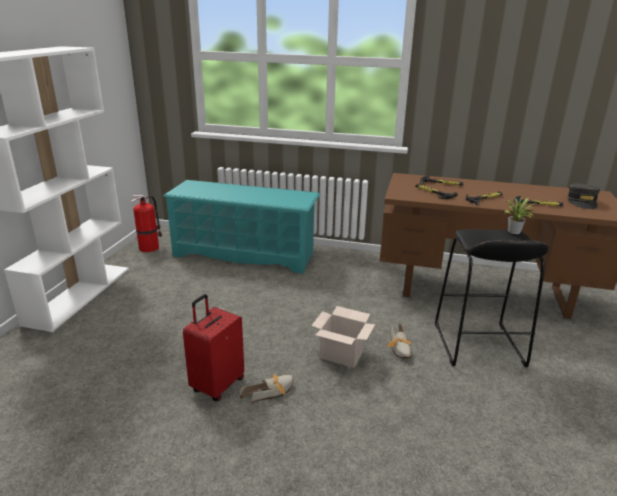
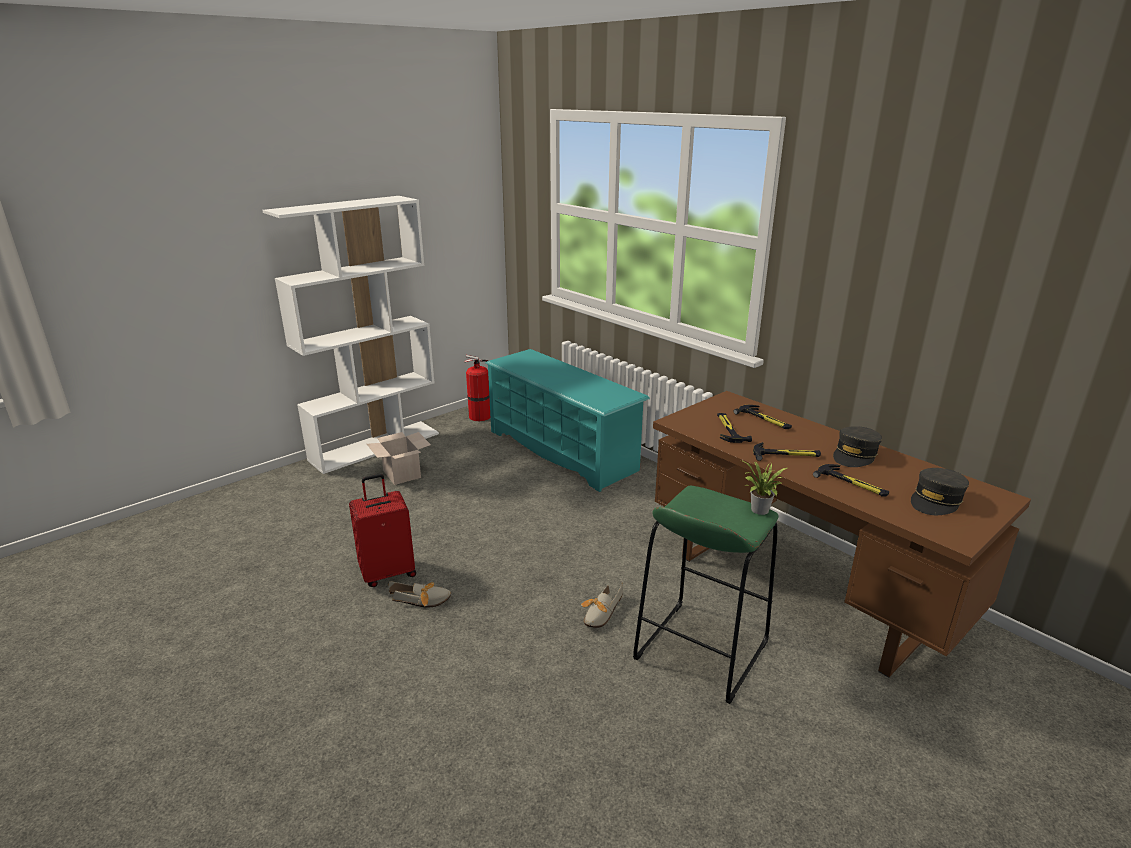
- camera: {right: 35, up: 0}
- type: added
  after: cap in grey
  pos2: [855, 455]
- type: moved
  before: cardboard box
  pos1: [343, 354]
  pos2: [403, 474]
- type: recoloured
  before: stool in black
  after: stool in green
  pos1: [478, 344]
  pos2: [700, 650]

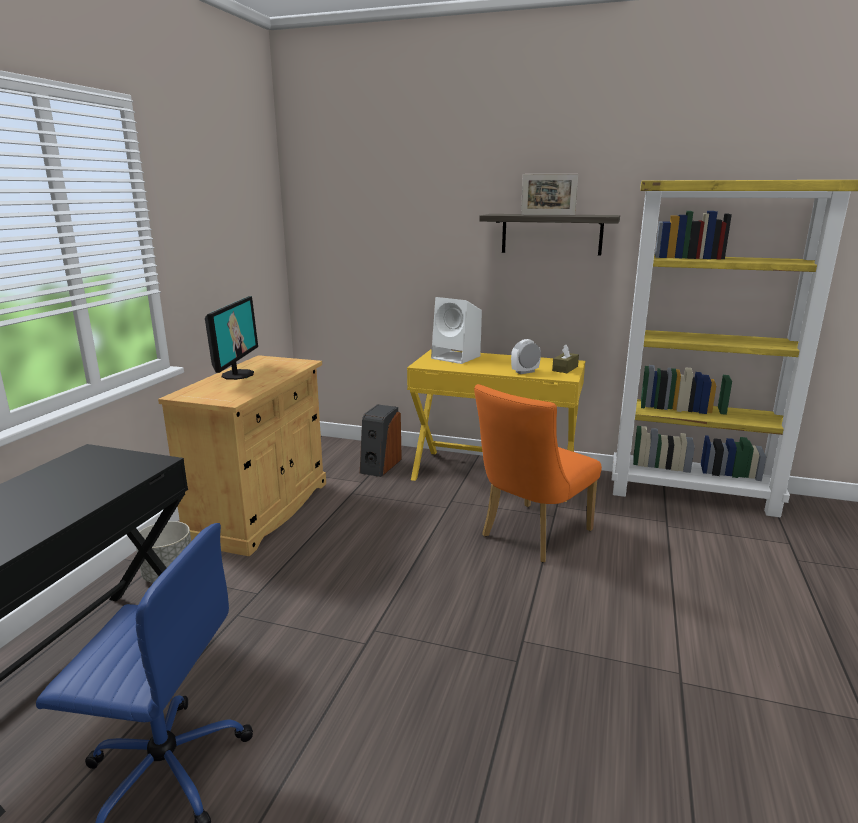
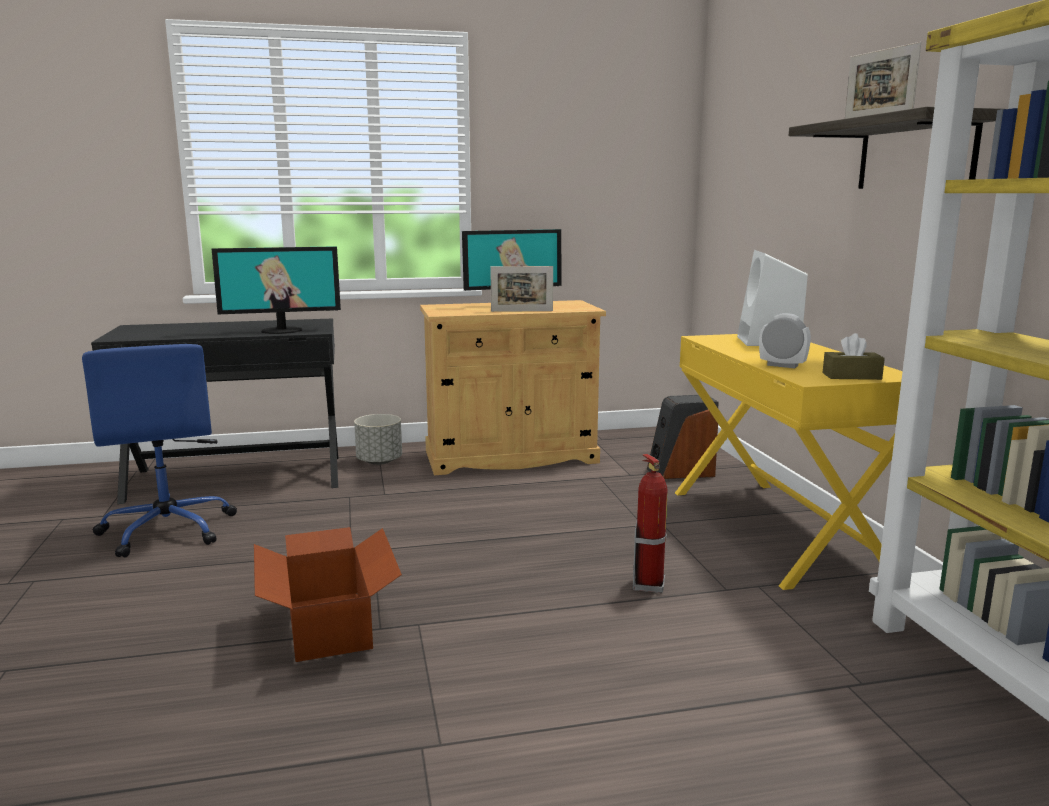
- camera: {right: 60, up: -5}
- type: added
  after: monitor
  pos2: [282, 330]
- type: added
  after: cardboard box
  pos2: [330, 625]
- type: added
  after: picture frame
  pos2: [522, 311]
- type: replaced
  before: chair in orange
  after: fire extinguisher
  pos1: [531, 536]
  pos2: [649, 585]

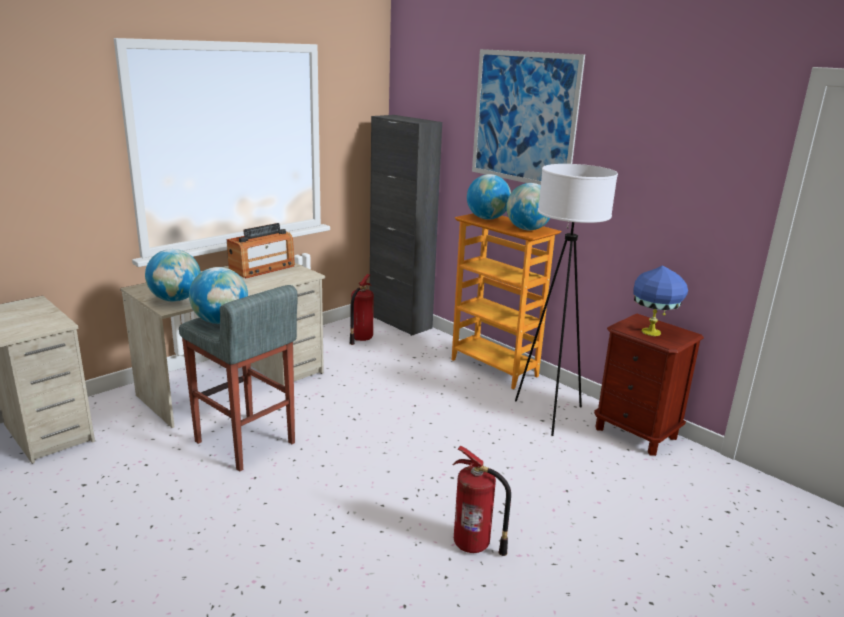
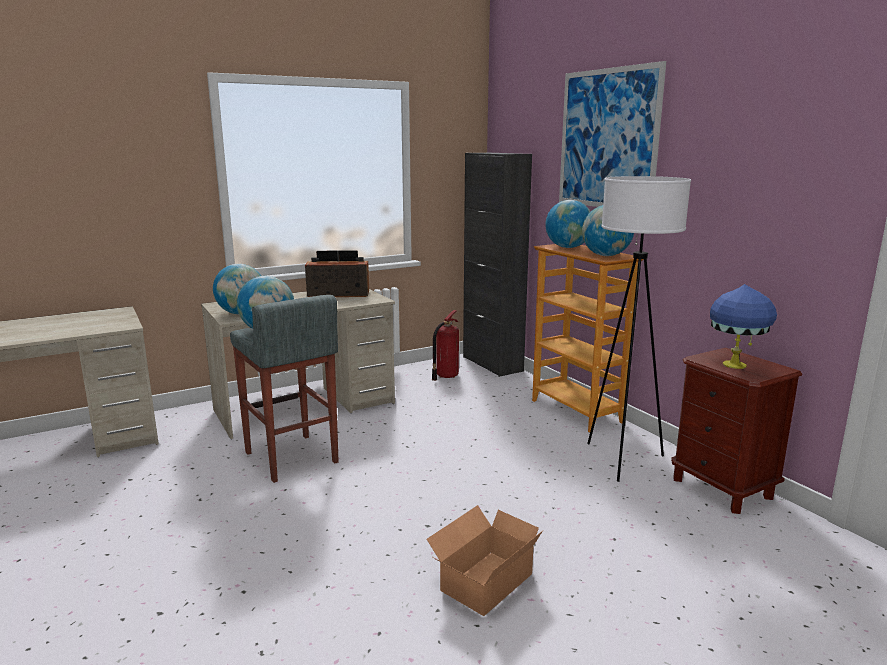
- camera: {right: 15, up: -5}
- type: replaced
  before: fire extinguisher
  after: cardboard box
  pos1: [474, 545]
  pos2: [482, 582]
- type: turned
  before: radio
  pos1: [262, 268]
  pos2: [338, 294]
  turn: -150

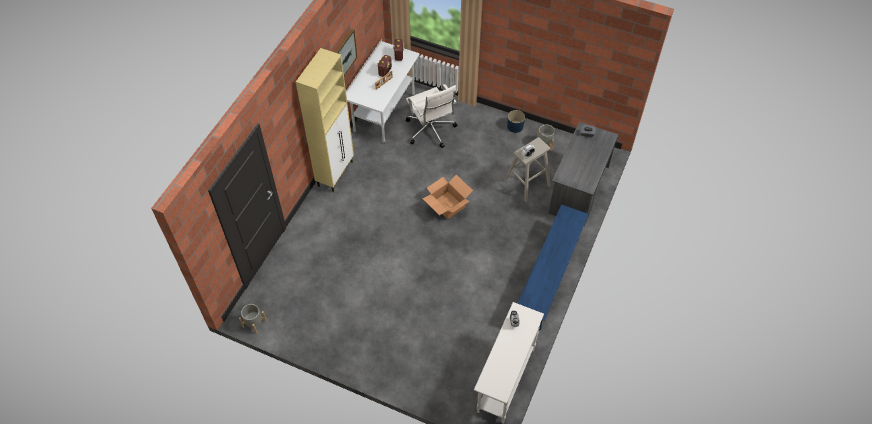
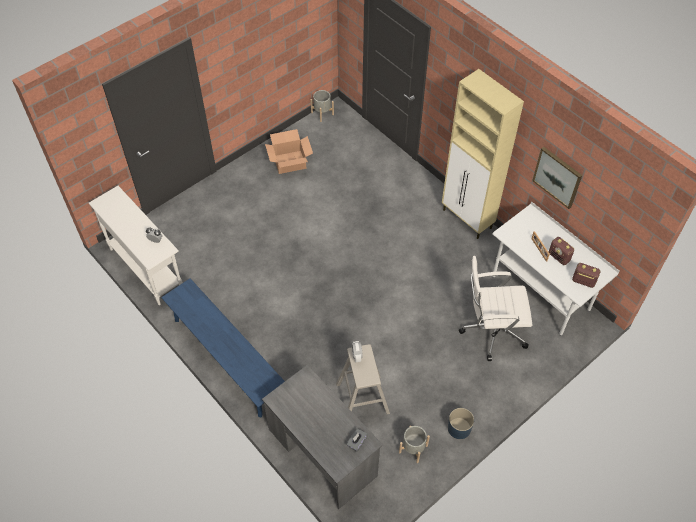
- camera: {right: 115, up: 0}
- type: moved
  before: cardboard box
  pos1: [447, 205]
  pos2: [289, 162]

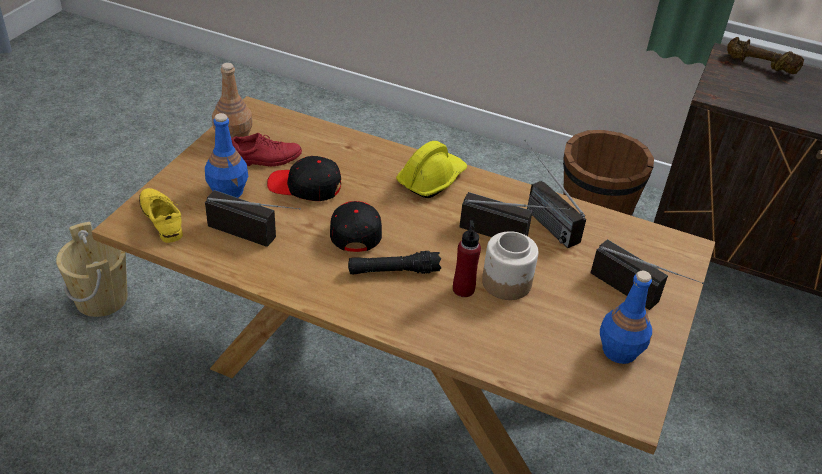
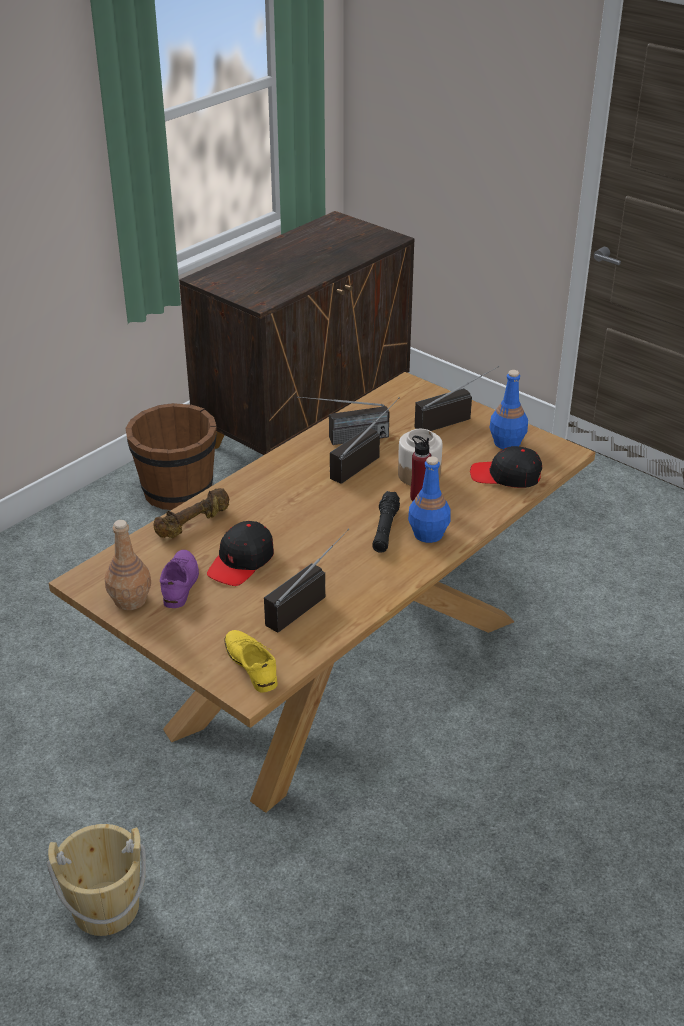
- camera: {right: -70, up: -5}
- type: removed
  before: hard hat in yellow
  pos1: [431, 179]
- type: moved
  before: bottle in blue
  pos1: [228, 191]
  pos2: [428, 534]
- type: moved
  before: cap in black
  pos1: [355, 229]
  pos2: [506, 476]
- type: moved
  before: dumbbell in brown
  pos1: [760, 66]
  pos2: [193, 524]
- type: recoloured
  before: shoe in red
  after: shoe in purple
  pos1: [264, 158]
  pos2: [180, 583]
- type: turned
  before: shoe in yellow
  pos1: [161, 218]
  pos2: [251, 664]
  turn: 75

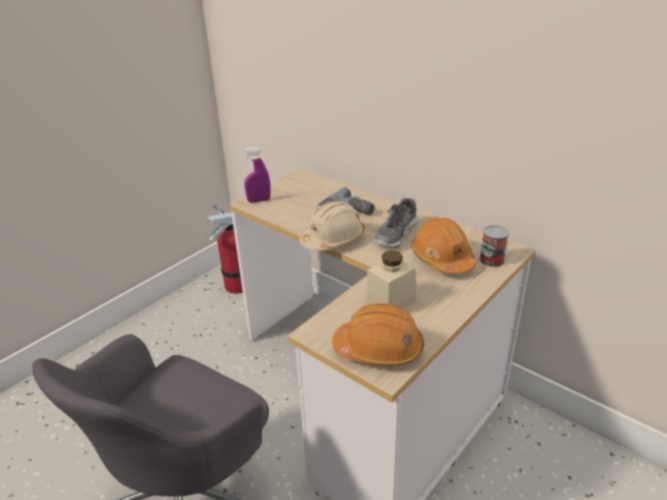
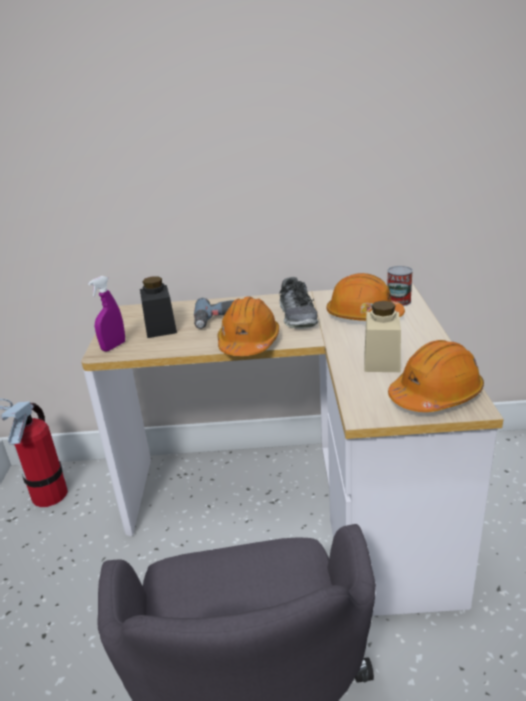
- camera: {right: -40, up: -5}
- type: added
  after: jar in black
  pos2: [160, 328]
- type: recoloured
  before: hard hat in beige
  after: hard hat in orange
  pos1: [333, 239]
  pos2: [248, 343]

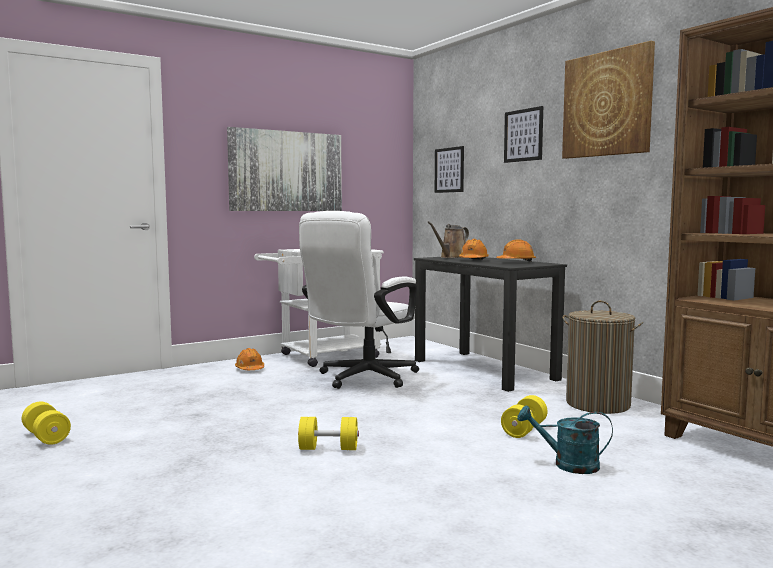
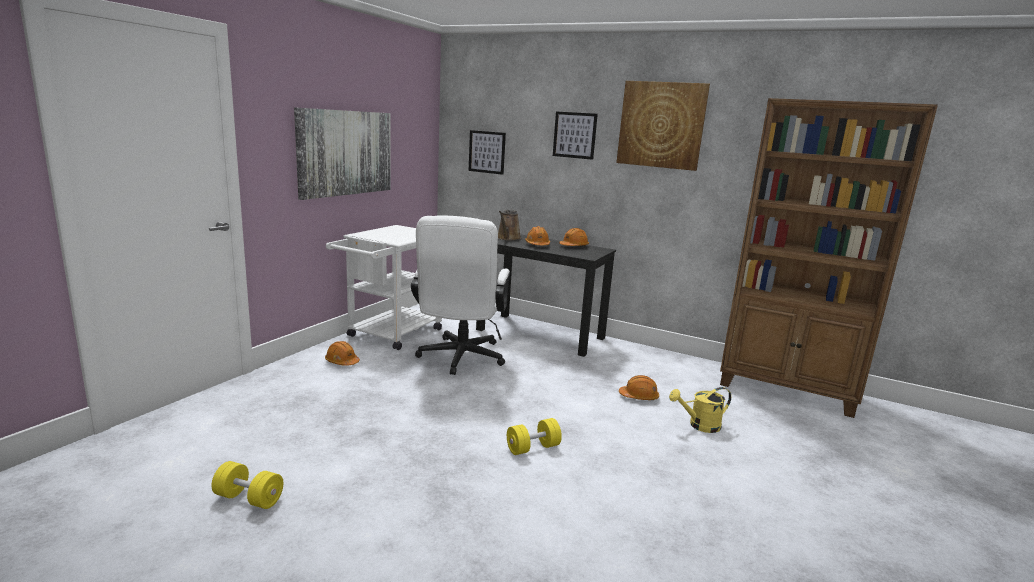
- camera: {right: -30, up: 10}
- type: removed
  before: laundry basket
  pos1: [598, 404]
- type: replaced
  before: dumbbell in yellow
  after: hard hat in orange
  pos1: [524, 430]
  pos2: [639, 397]
- type: recoloured
  before: watering can in turquoise
  after: watering can in yellow
  pos1: [567, 465]
  pos2: [699, 426]

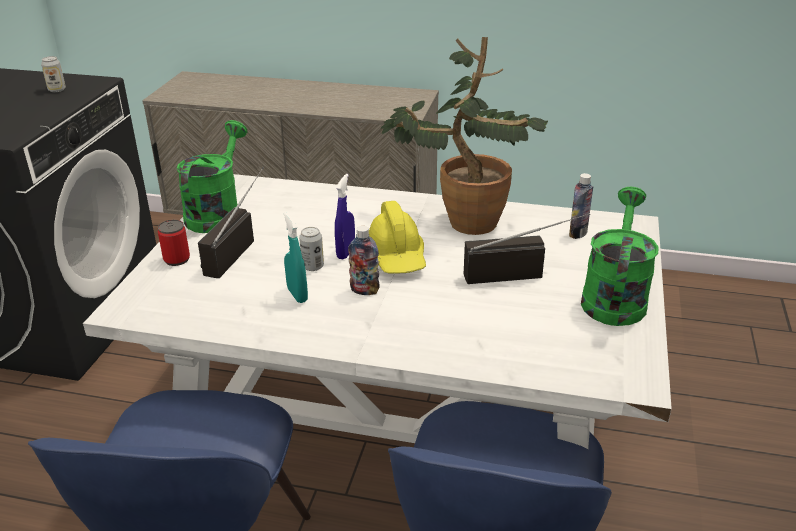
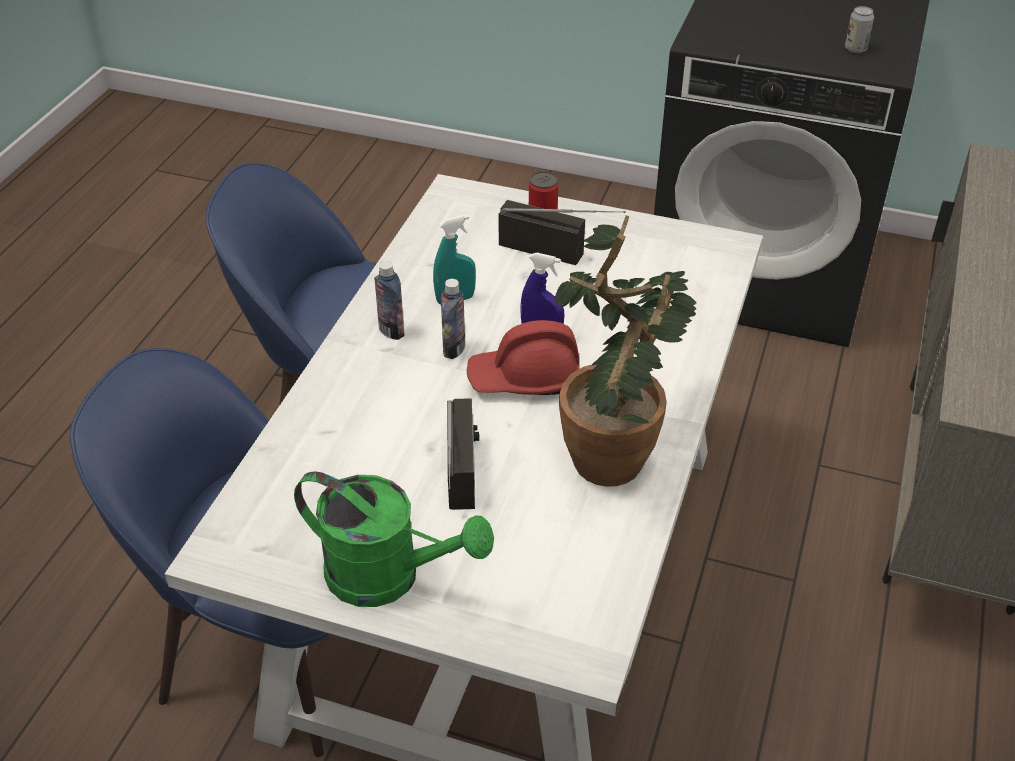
- camera: {right: 95, up: 10}
- type: removed
  before: watering can in green
  pos1: [217, 212]
- type: removed
  before: can
  pos1: [313, 266]
- type: moved
  before: bottle
  pos1: [578, 233]
  pos2: [391, 331]
- type: recoloured
  before: hard hat in yellow
  after: hard hat in red
  pos1: [396, 257]
  pos2: [525, 378]

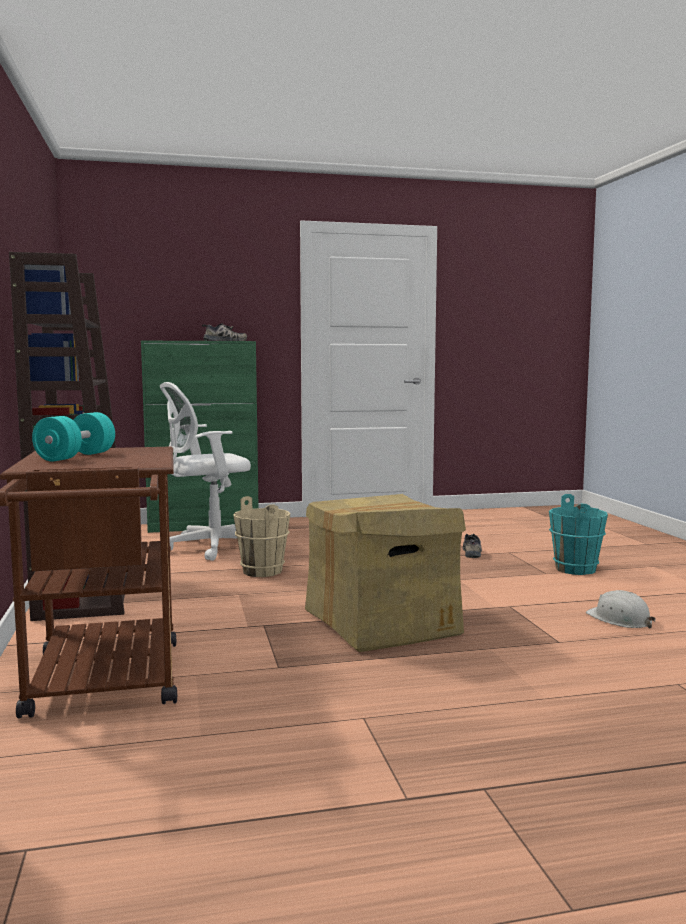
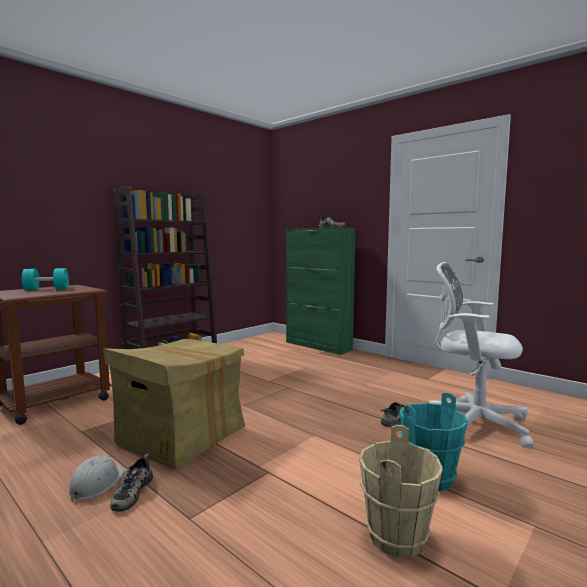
- camera: {right: 55, up: 0}
- type: added
  after: shoe
  pos2: [131, 492]
- type: moved
  before: office chair in white
  pos1: [210, 548]
  pos2: [472, 422]
- type: moved
  before: bucket in beige
  pos1: [263, 571]
  pos2: [397, 537]
- type: moved
  before: hard hat in white
  pos1: [619, 619]
  pos2: [96, 483]

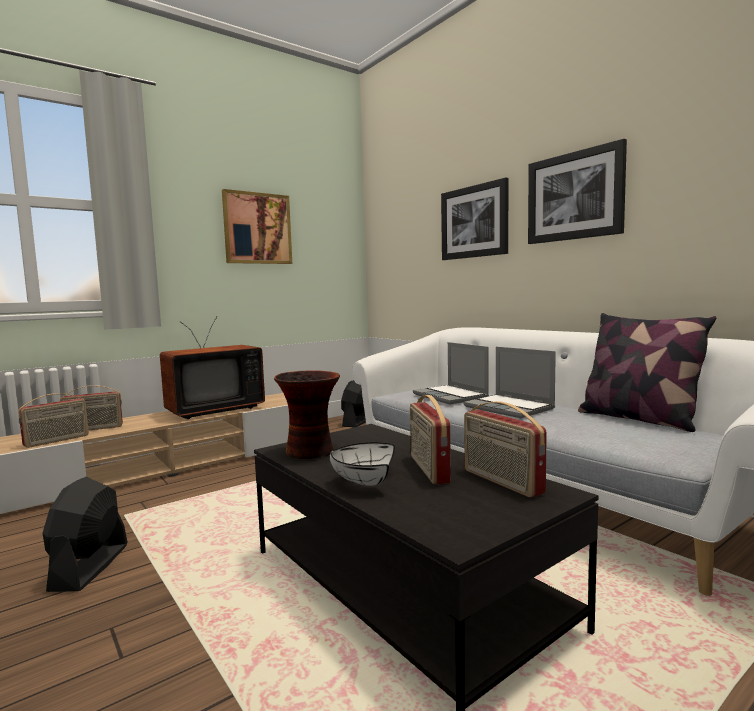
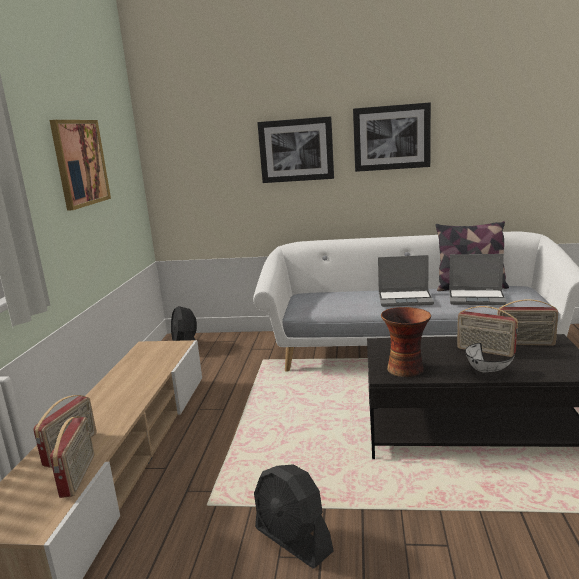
- camera: {right: -45, up: 10}
- type: removed
  before: television
  pos1: [212, 410]
- type: moved
  before: laptop
  pos1: [451, 396]
  pos2: [477, 298]

